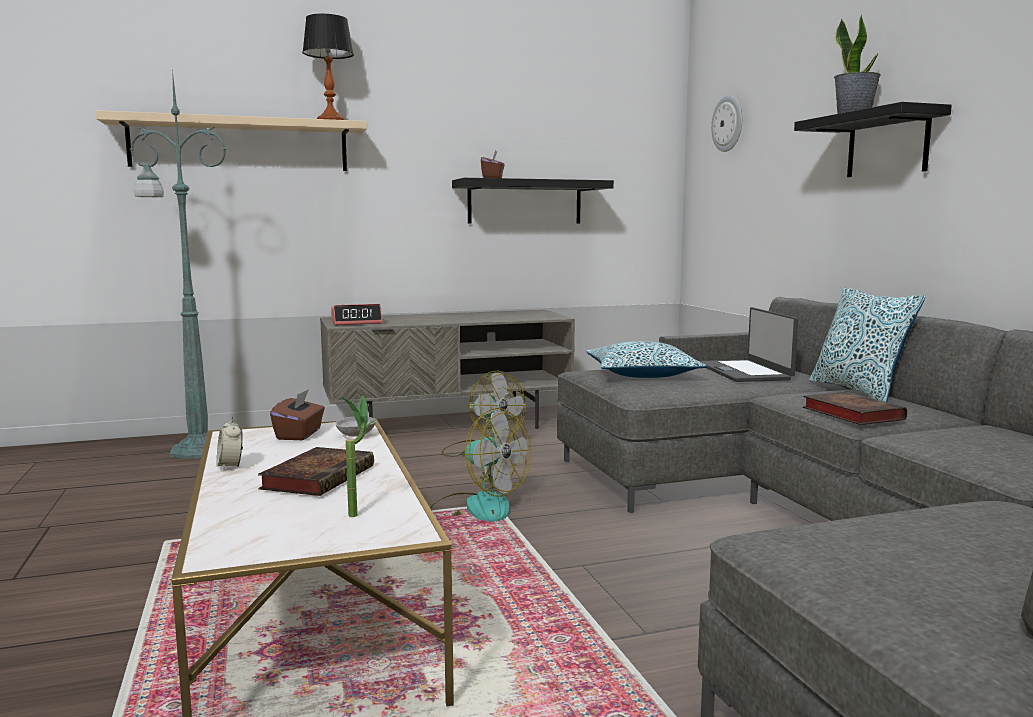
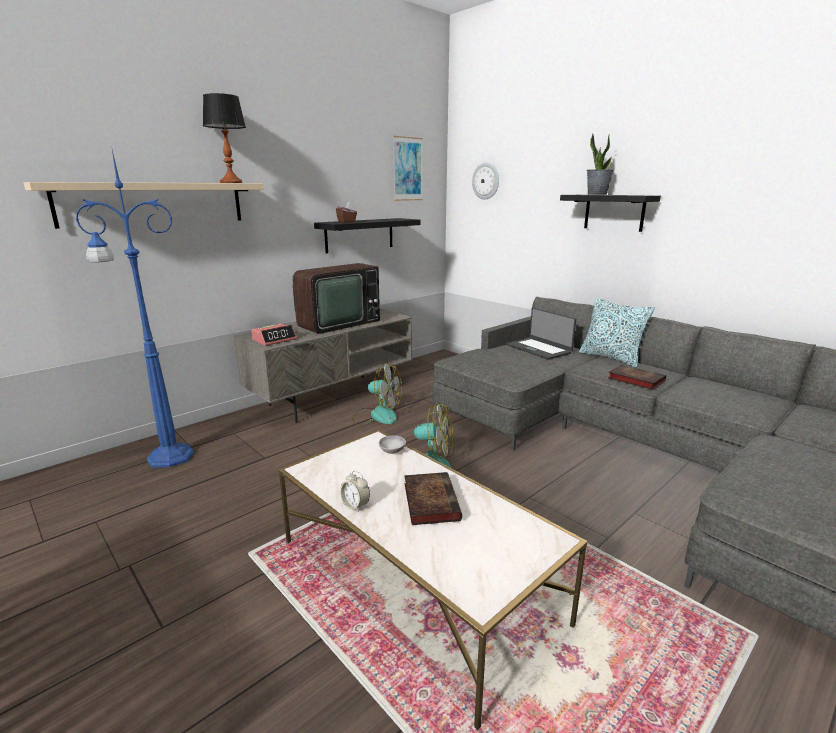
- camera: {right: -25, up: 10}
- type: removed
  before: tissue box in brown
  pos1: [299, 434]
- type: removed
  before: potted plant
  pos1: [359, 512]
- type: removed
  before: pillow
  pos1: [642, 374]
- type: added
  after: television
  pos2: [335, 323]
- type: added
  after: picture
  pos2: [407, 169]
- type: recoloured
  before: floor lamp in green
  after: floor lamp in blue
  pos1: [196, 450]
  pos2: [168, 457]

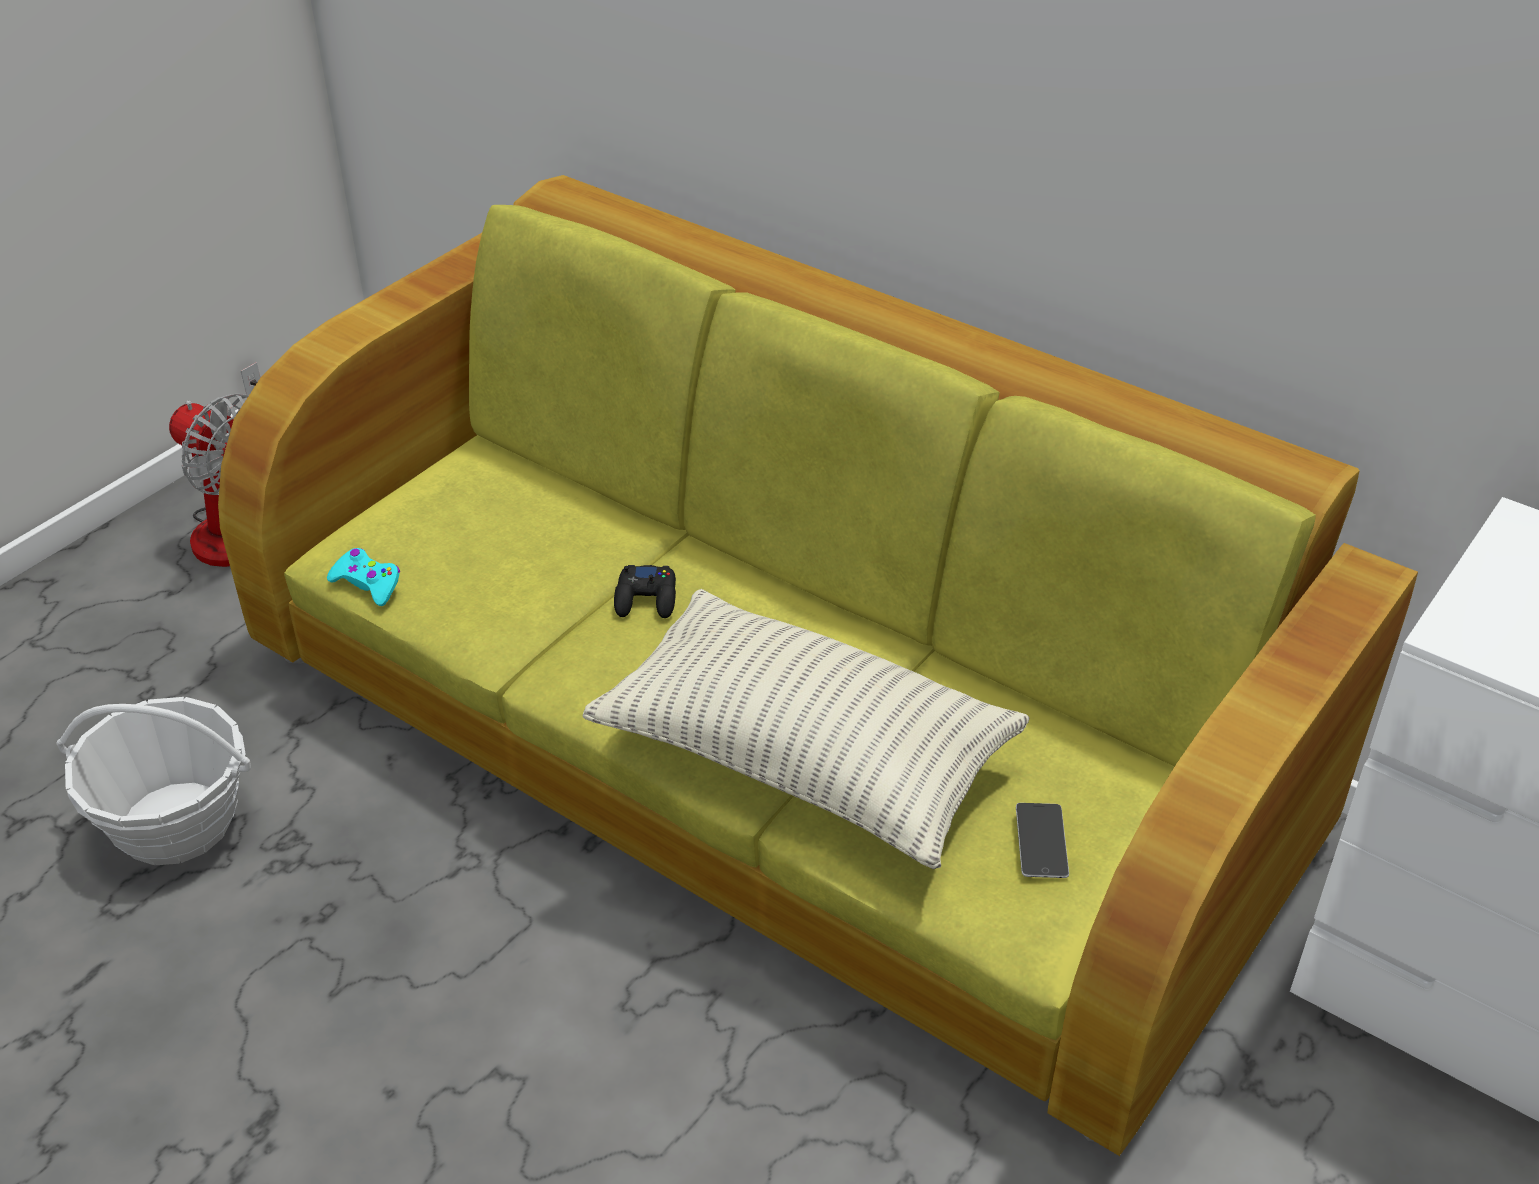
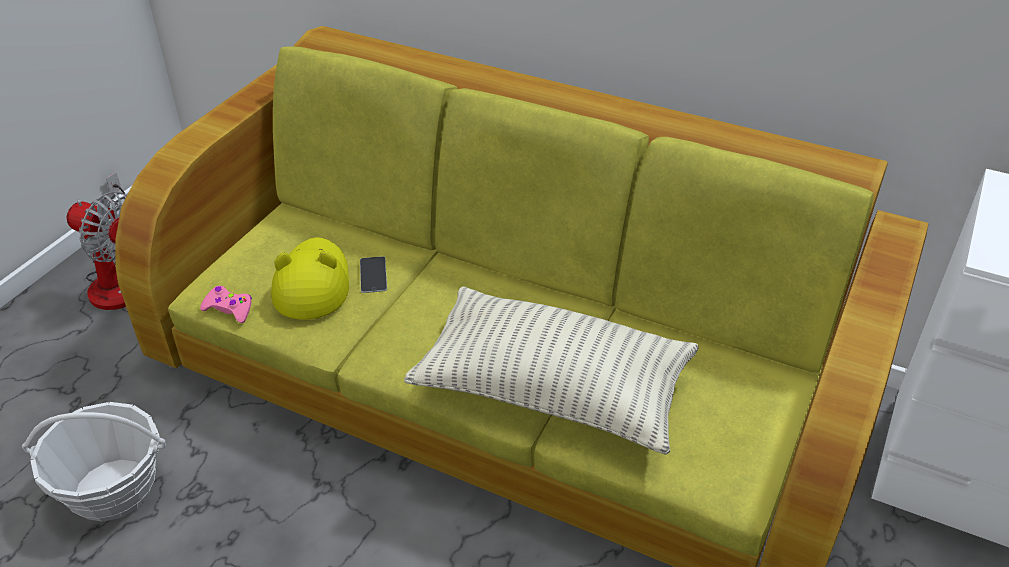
- camera: {right: -10, up: 0}
- type: removed
  before: game controller in black
  pos1: [647, 599]
- type: added
  after: hat in yellow
  pos2: [312, 284]
- type: moved
  before: phone
  pos1: [1041, 840]
  pos2: [373, 275]
- type: recoloured
  before: game controller in turquoise
  after: game controller in pink
  pos1: [367, 584]
  pos2: [229, 309]

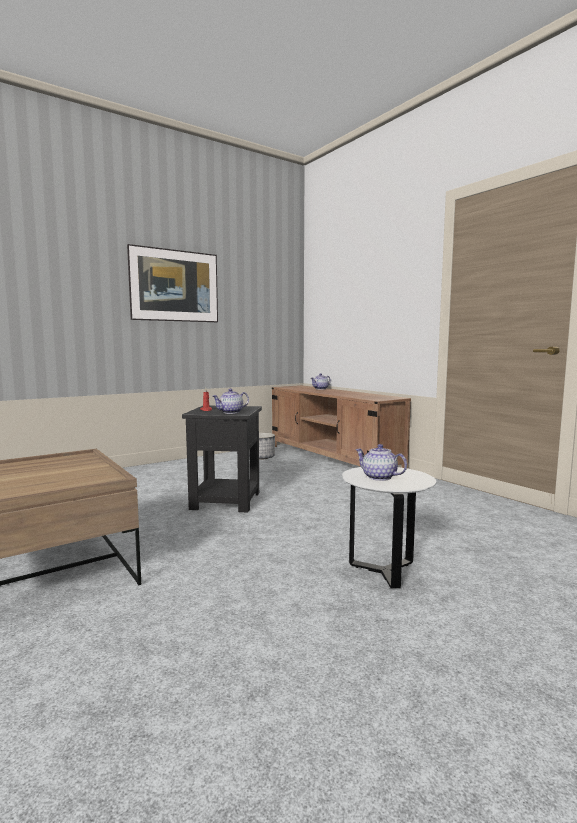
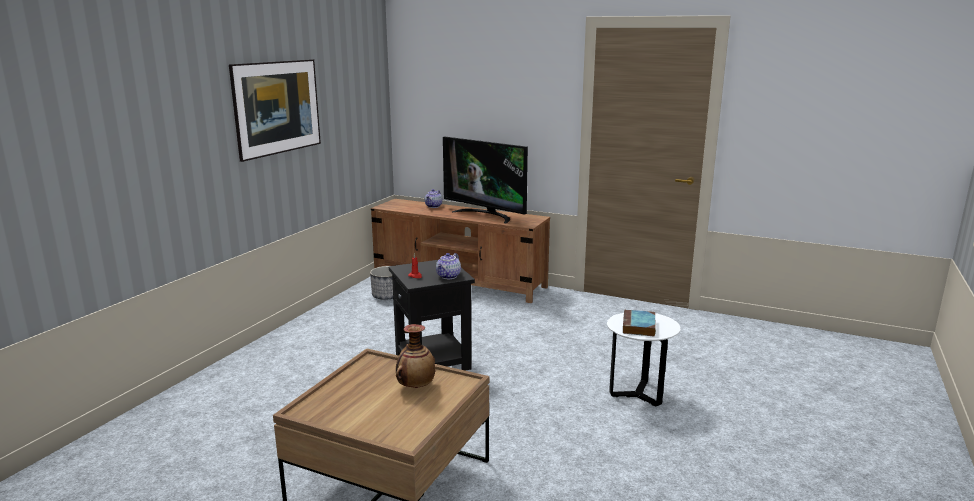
- camera: {right: -30, up: 10}
- type: added
  after: vase
  pos2: [415, 386]
- type: added
  after: television
  pos2: [486, 215]
- type: replaced
  before: teapot
  after: book
  pos1: [378, 477]
  pos2: [639, 327]

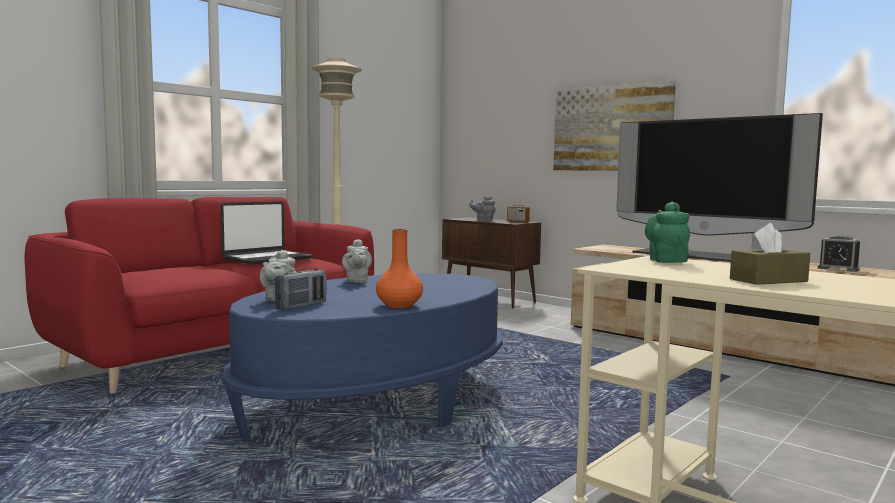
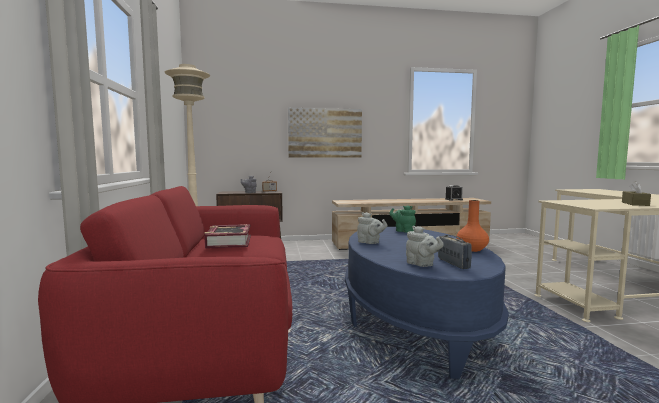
- camera: {right: -50, up: 0}
- type: removed
  before: television
  pos1: [710, 257]
- type: moved
  before: teapot in green
  pos1: [666, 260]
  pos2: [403, 231]
- type: replaced
  before: laptop
  after: book
  pos1: [267, 259]
  pos2: [228, 242]

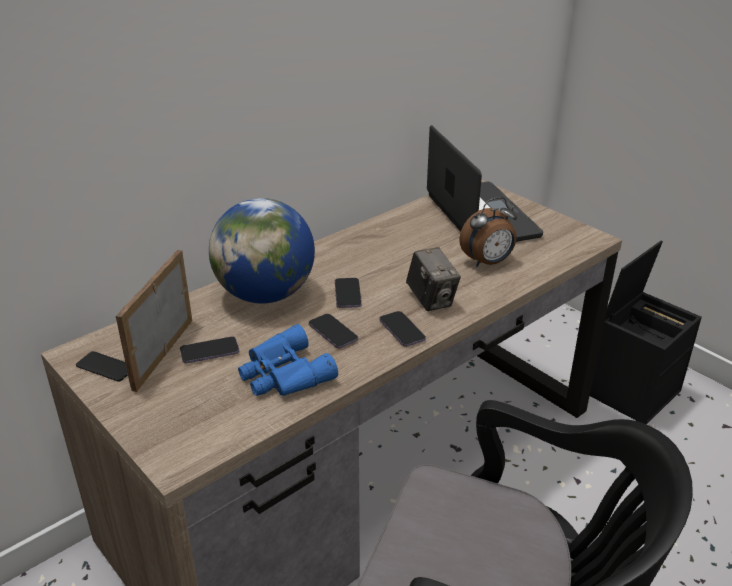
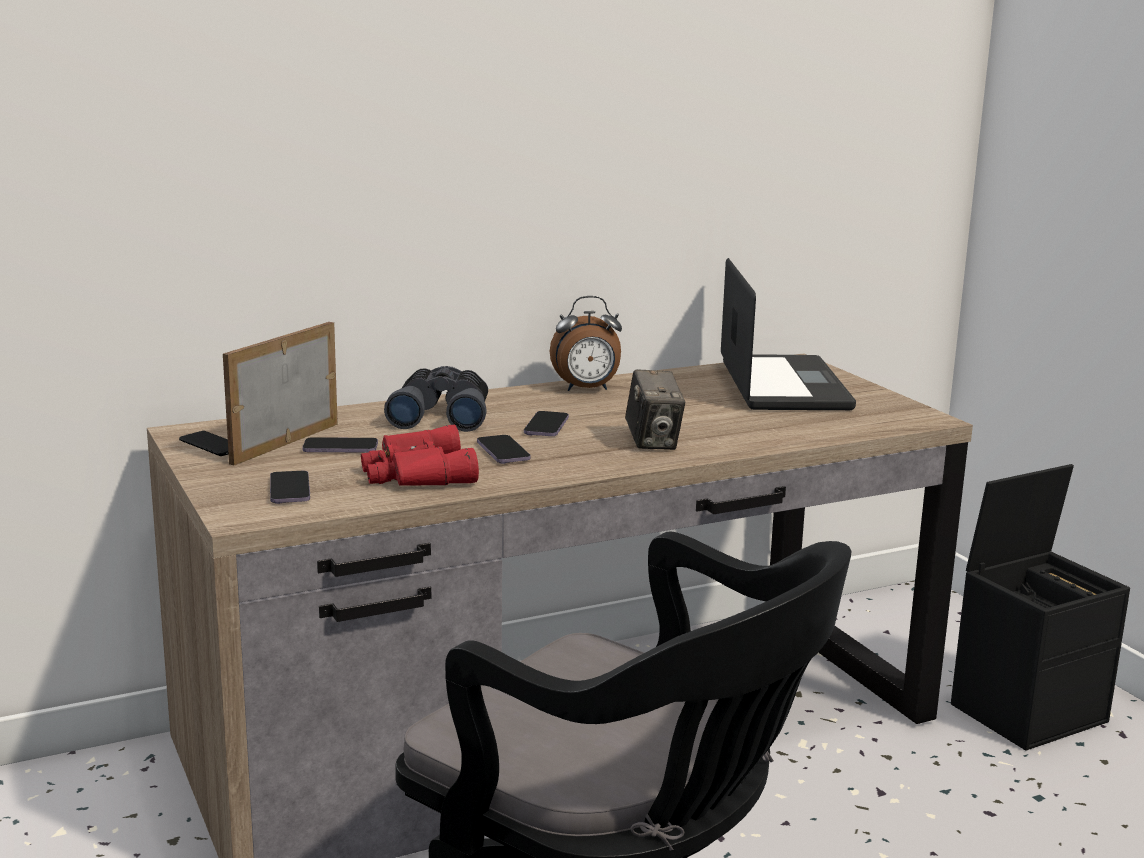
- camera: {right: 15, up: -15}
- type: moved
  before: phone
  pos1: [402, 330]
  pos2: [290, 490]
- type: moved
  before: alarm clock
  pos1: [488, 262]
  pos2: [586, 389]
- type: replaced
  before: globe
  after: binoculars in grey
  pos1: [265, 294]
  pos2: [442, 415]
- type: recoloured
  before: binoculars in blue
  after: binoculars in red
  pos1: [283, 374]
  pos2: [416, 474]

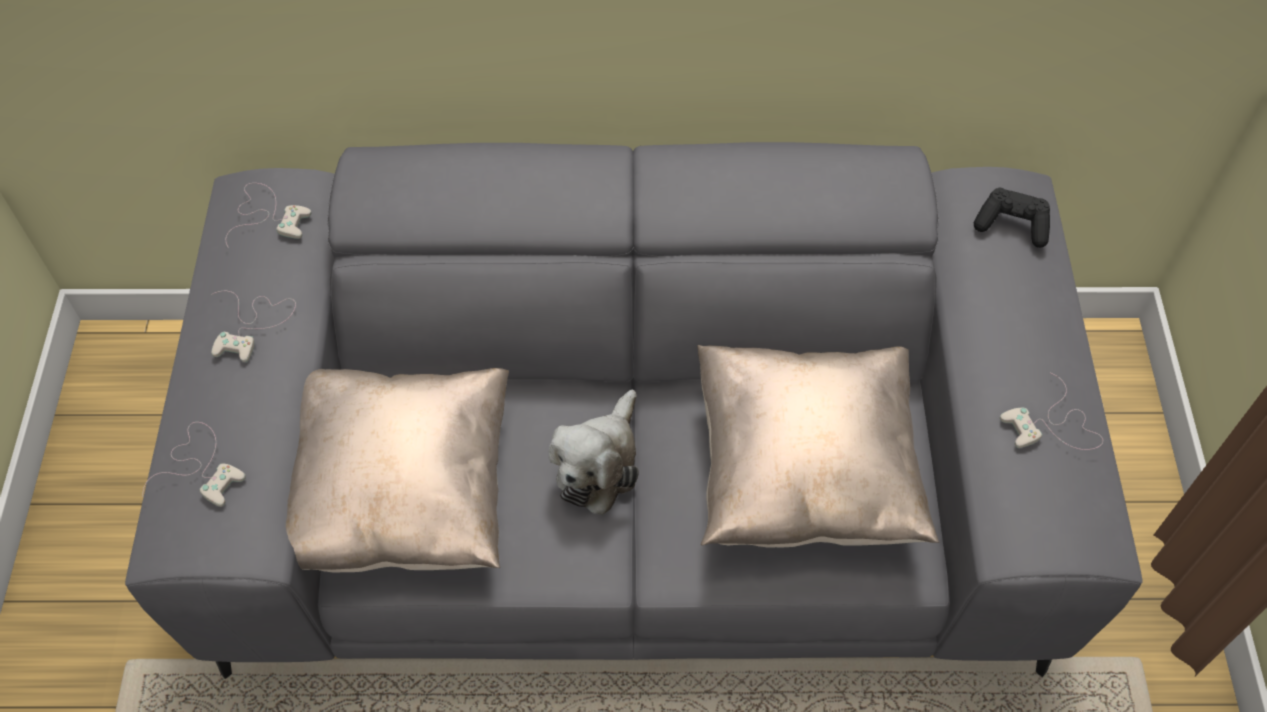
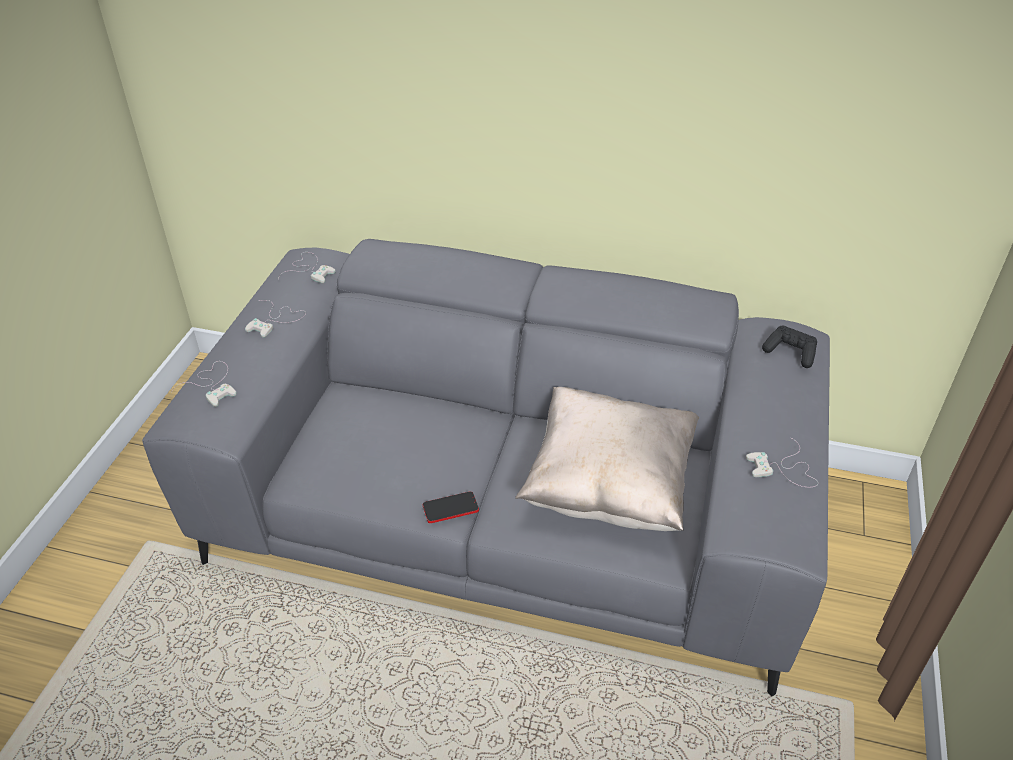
- camera: {right: 15, up: -15}
- type: removed
  before: pillow in beige
  pos1: [401, 495]
- type: removed
  before: plush toy
  pos1: [598, 464]
- type: added
  after: phone
  pos2: [450, 508]

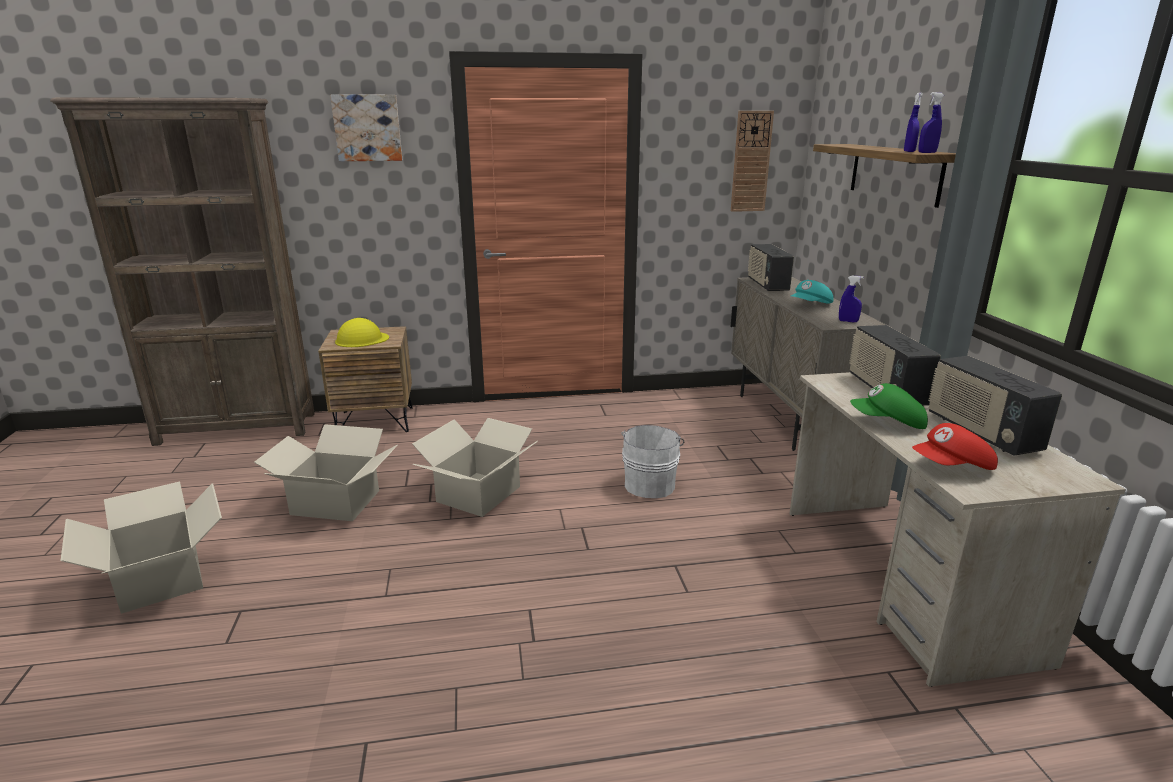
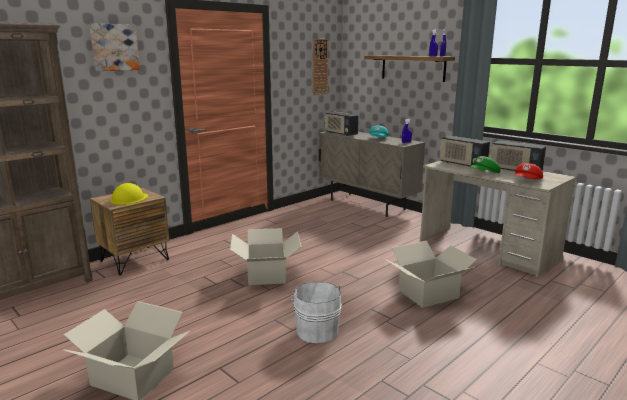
- camera: {right: -35, up: -5}
- type: moved
  before: cardboard box
  pos1: [336, 502]
  pos2: [427, 293]
- type: moved
  before: bucket in white
  pos1: [650, 484]
  pos2: [316, 330]

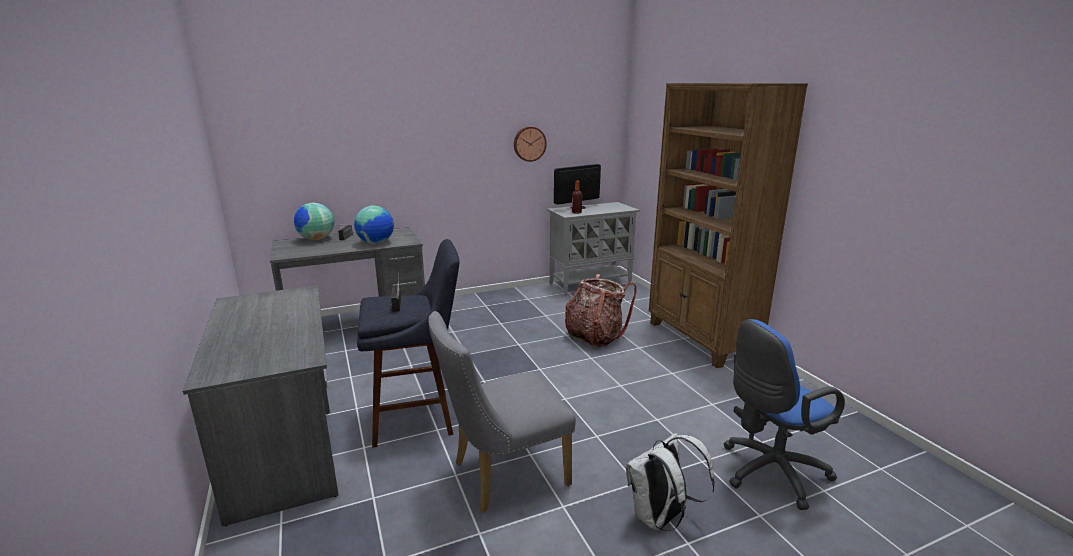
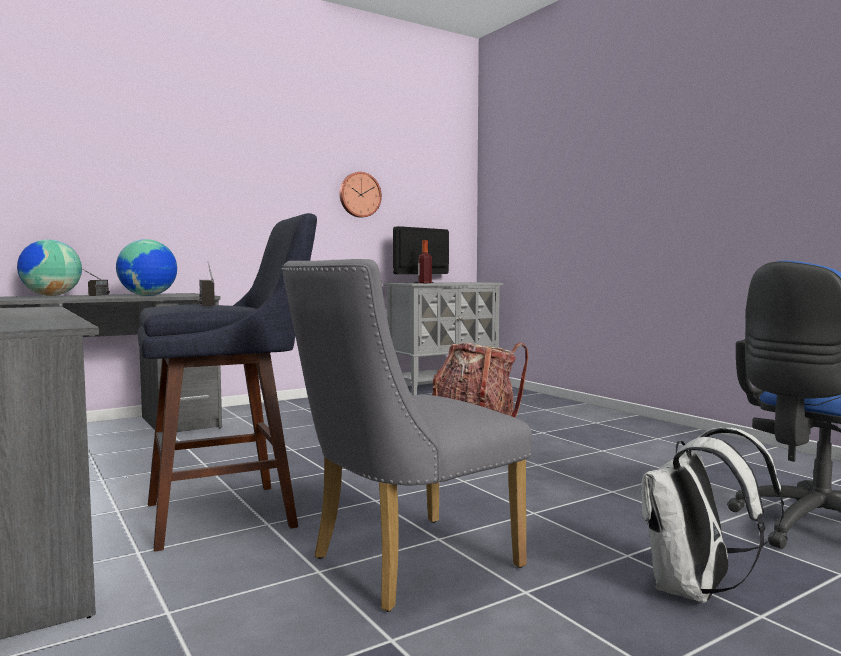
- camera: {right: -10, up: -15}
- type: removed
  before: bookcase in brown
  pos1: [701, 340]

